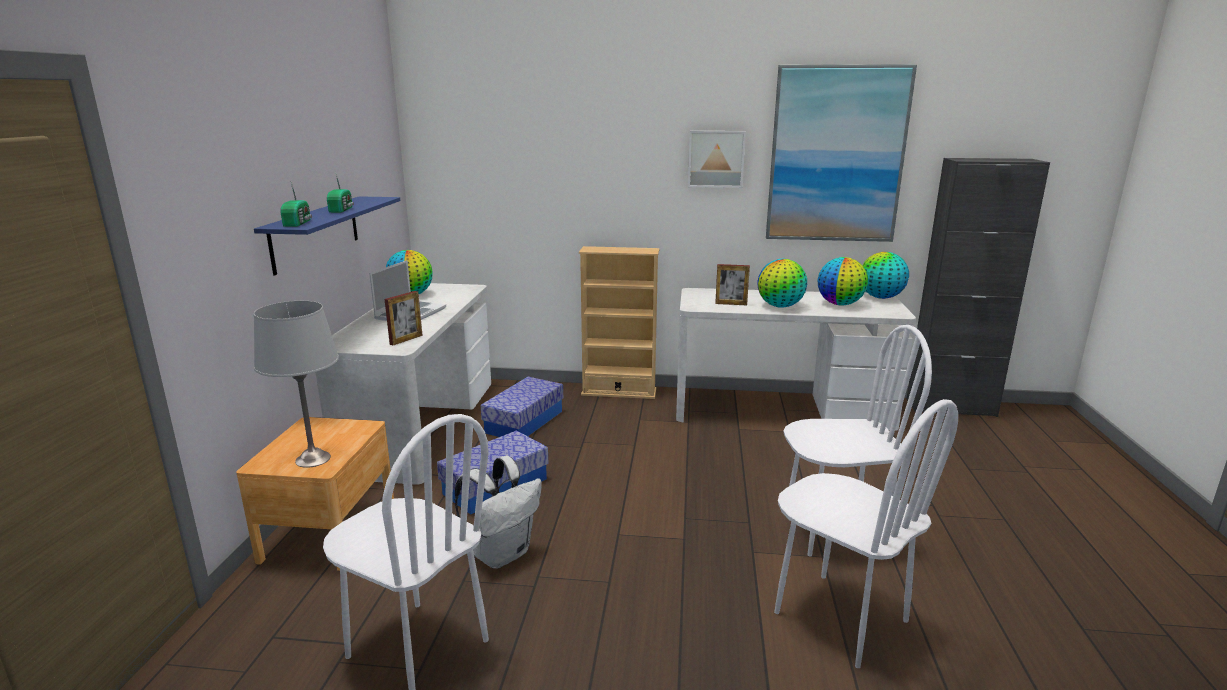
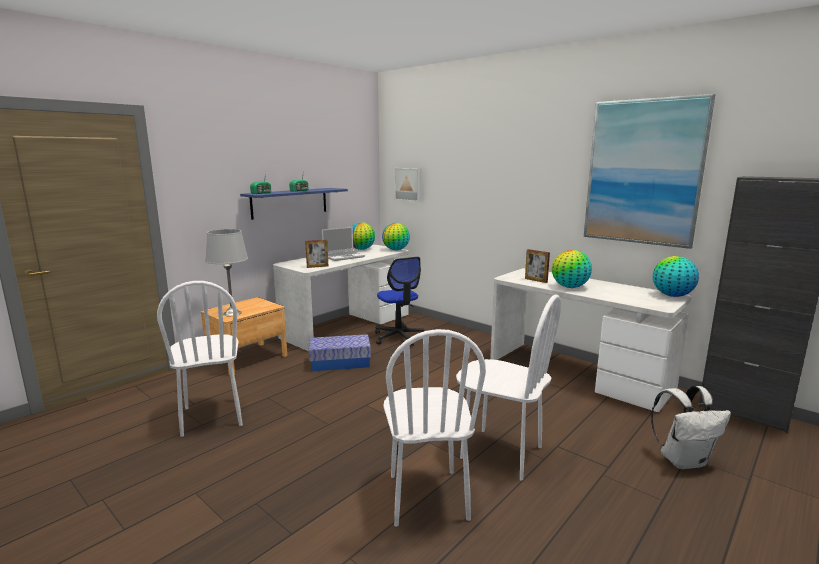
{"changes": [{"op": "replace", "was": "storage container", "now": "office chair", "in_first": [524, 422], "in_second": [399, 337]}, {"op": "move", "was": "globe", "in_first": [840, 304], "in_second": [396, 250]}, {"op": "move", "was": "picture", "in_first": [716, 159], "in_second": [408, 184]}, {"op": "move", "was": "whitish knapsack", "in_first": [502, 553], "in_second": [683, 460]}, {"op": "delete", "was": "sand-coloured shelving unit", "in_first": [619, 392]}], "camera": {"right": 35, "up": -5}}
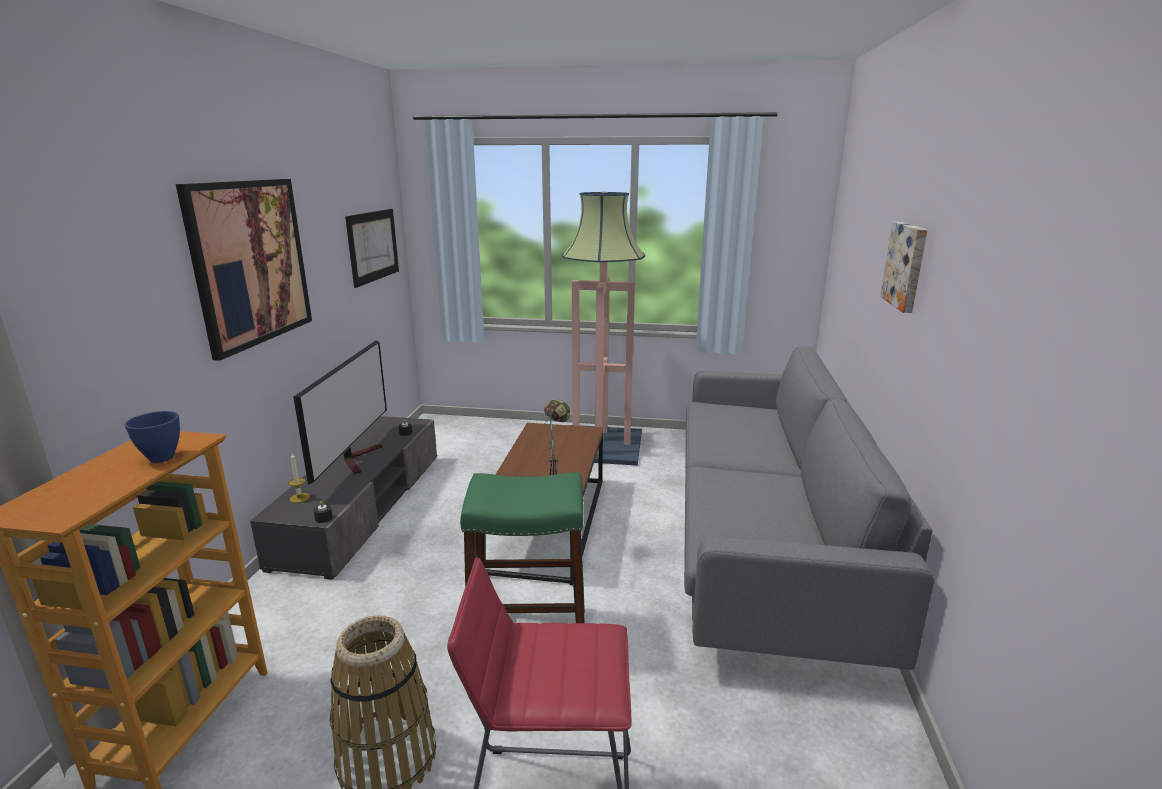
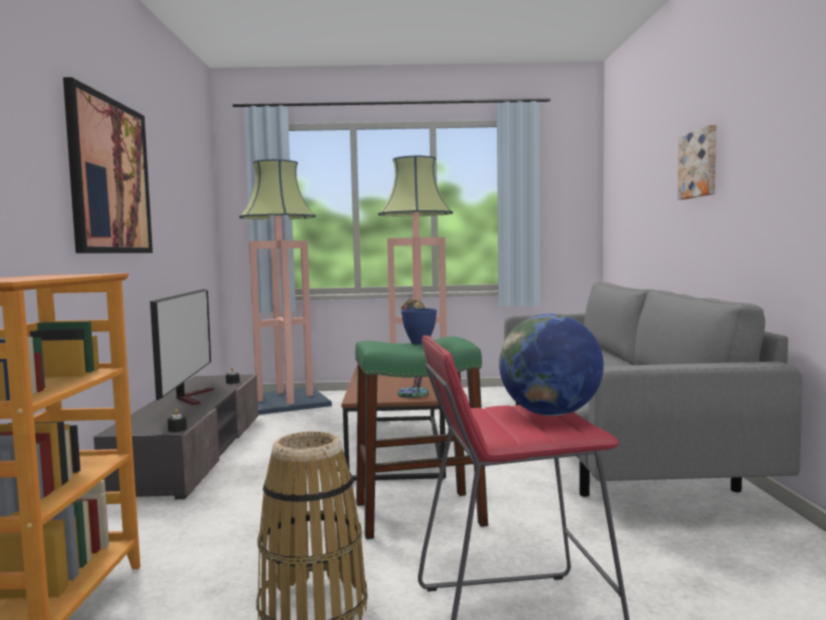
{"changes": [{"op": "insert", "now": "floor lamp", "in_second": [285, 402]}, {"op": "move", "was": "blue-coloured serving bowl", "in_first": [160, 458], "in_second": [419, 343]}, {"op": "insert", "now": "globe", "in_second": [550, 414]}, {"op": "delete", "was": "wax light", "in_first": [299, 498]}, {"op": "delete", "was": "picture", "in_first": [373, 246]}], "camera": {"right": -10, "up": -15}}
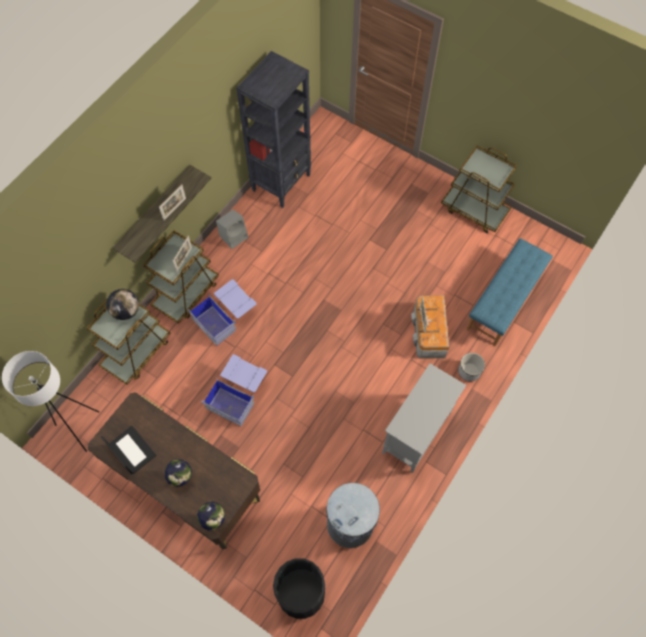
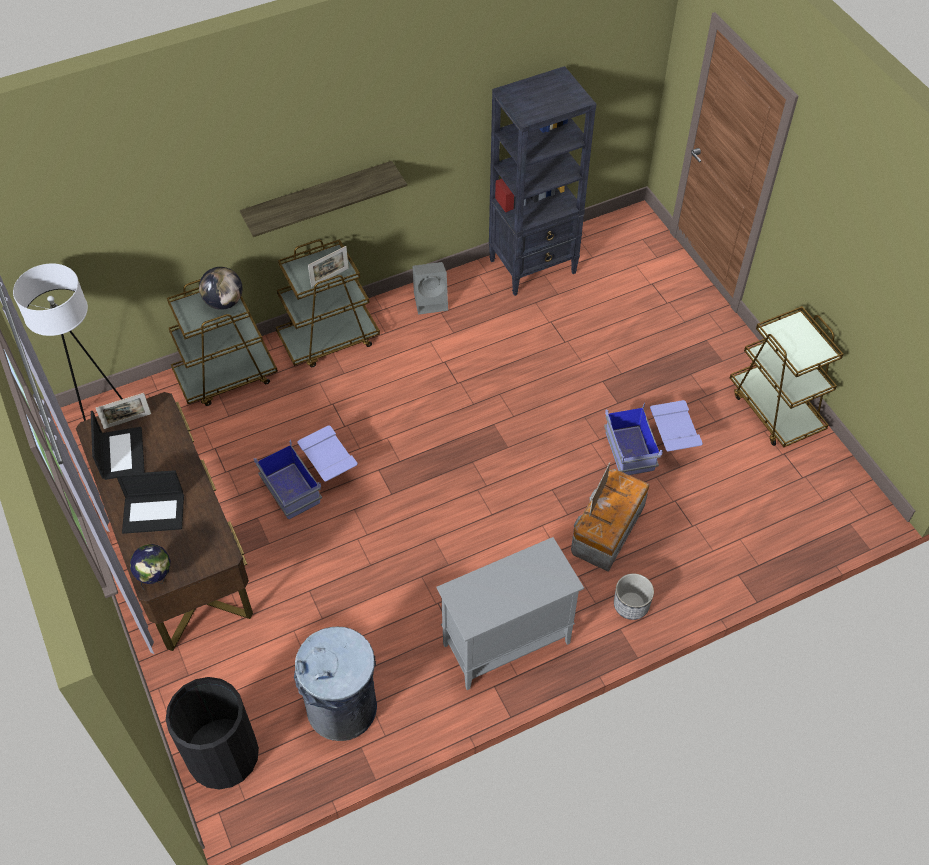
{"changes": [{"op": "move", "was": "photo frame", "in_first": [174, 209], "in_second": [127, 421]}, {"op": "replace", "was": "globe", "now": "portable computer", "in_first": [181, 478], "in_second": [154, 512]}, {"op": "move", "was": "blue-coloured storage container", "in_first": [225, 317], "in_second": [649, 448]}, {"op": "delete", "was": "blue-coloured bench", "in_first": [504, 301]}], "camera": {"right": 30, "up": -10}}
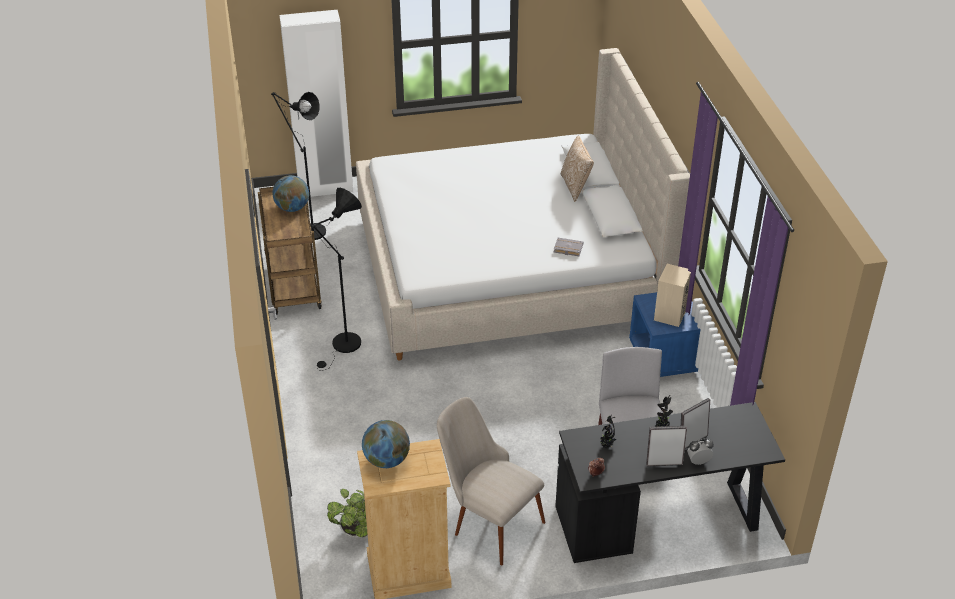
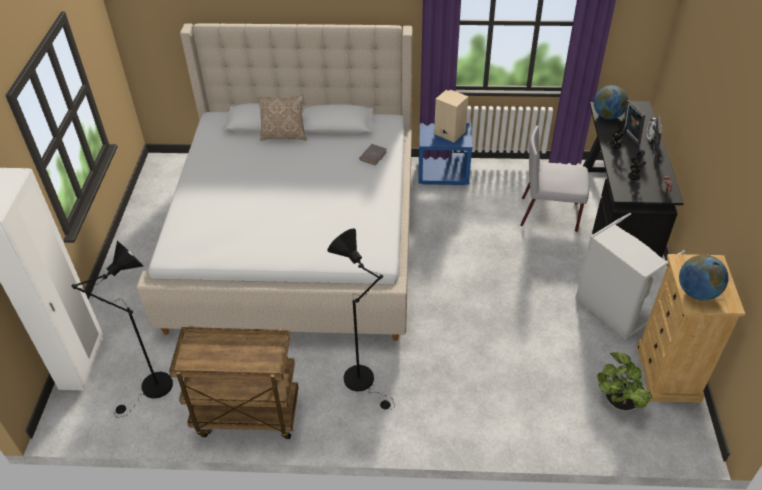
{"changes": [{"op": "replace", "was": "sand-coloured upright chair", "now": "gray hamper", "in_first": [488, 520], "in_second": [612, 310]}, {"op": "move", "was": "globe", "in_first": [292, 208], "in_second": [607, 116]}], "camera": {"right": -75, "up": 5}}
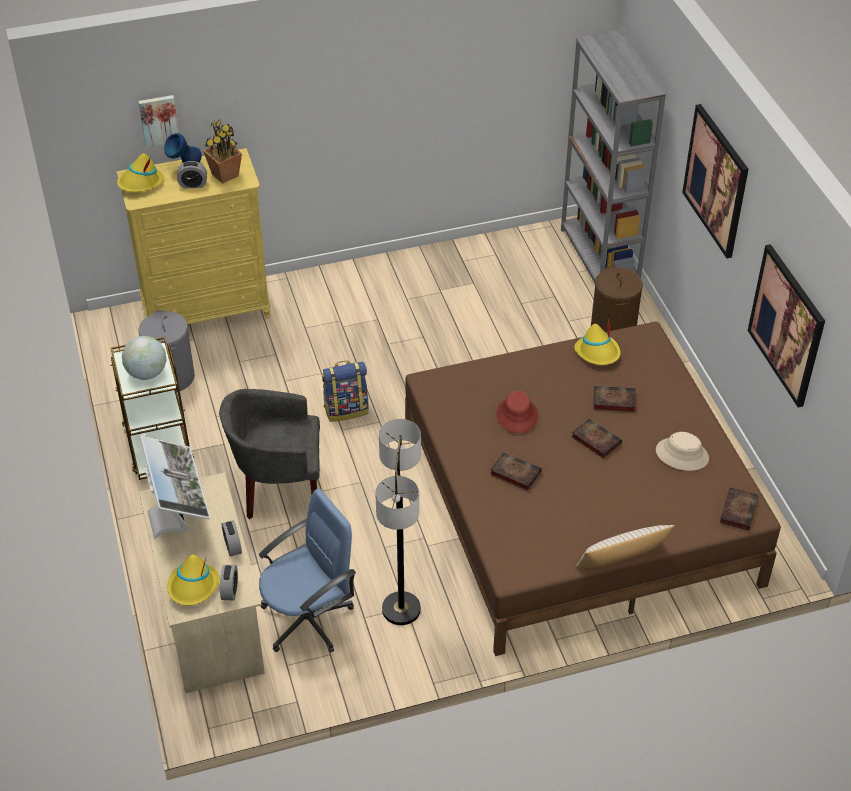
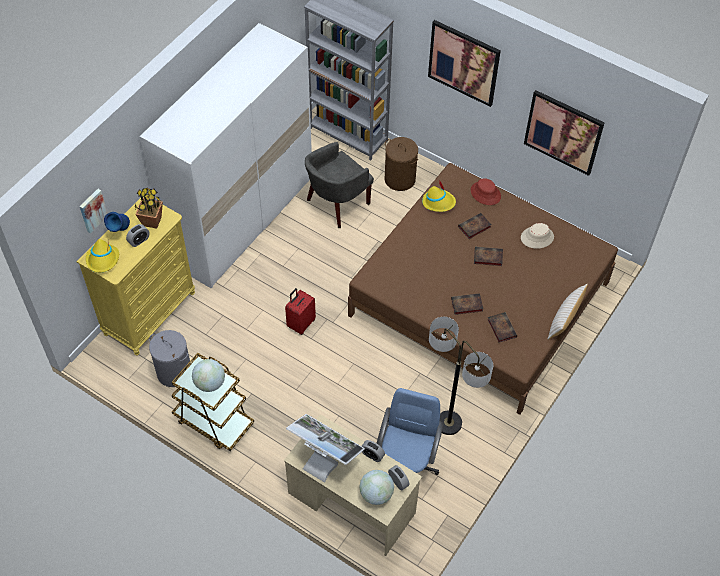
{"changes": [{"op": "insert", "now": "whitish wardrobe", "in_second": [242, 219]}, {"op": "replace", "was": "knapsack", "now": "red-coloured piece of luggage", "in_first": [346, 409], "in_second": [301, 324]}, {"op": "move", "was": "gray armchair", "in_first": [278, 487], "in_second": [337, 204]}, {"op": "replace", "was": "yellow hat", "now": "globe", "in_first": [193, 587], "in_second": [376, 494]}, {"op": "move", "was": "red-coloured hat", "in_first": [517, 415], "in_second": [485, 193]}, {"op": "move", "was": "book", "in_first": [738, 510], "in_second": [501, 328]}], "camera": {"right": -40, "up": 10}}
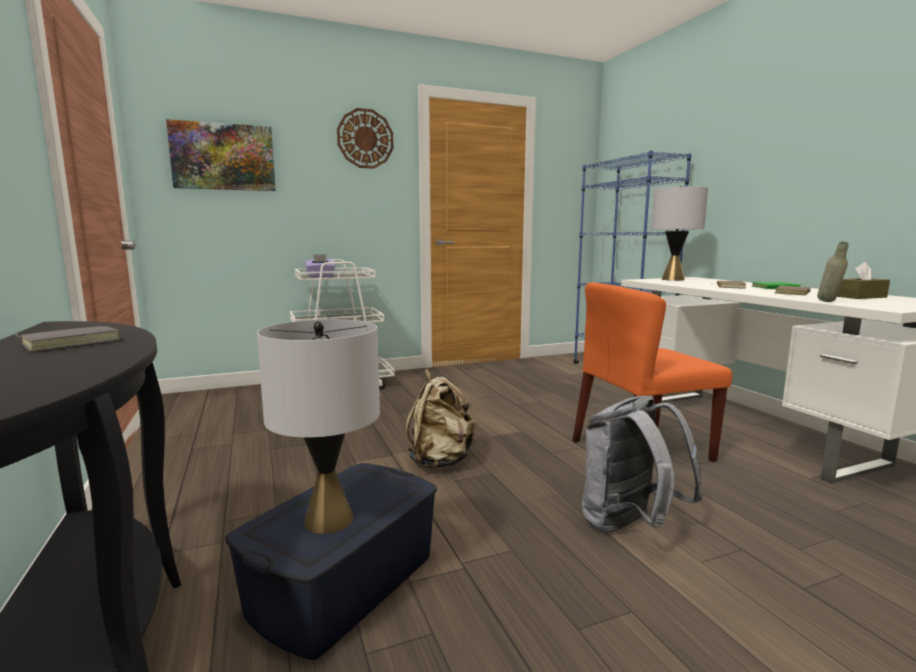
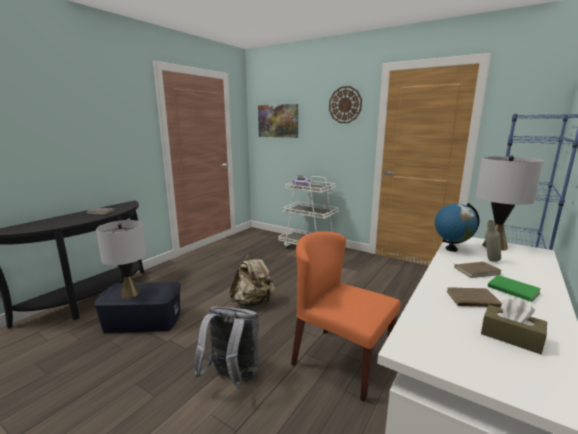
{"changes": [{"op": "insert", "now": "globe", "in_second": [451, 249]}, {"op": "move", "was": "gray bottle", "in_first": [829, 302], "in_second": [489, 261]}], "camera": {"right": 55, "up": 5}}
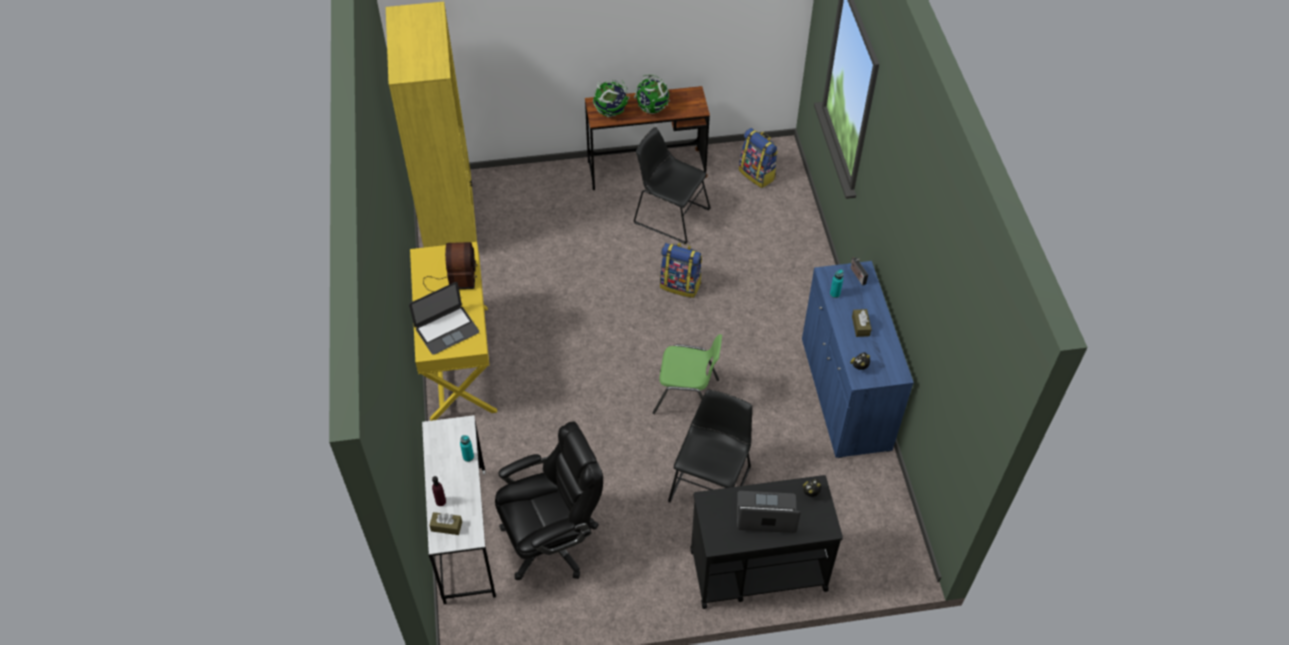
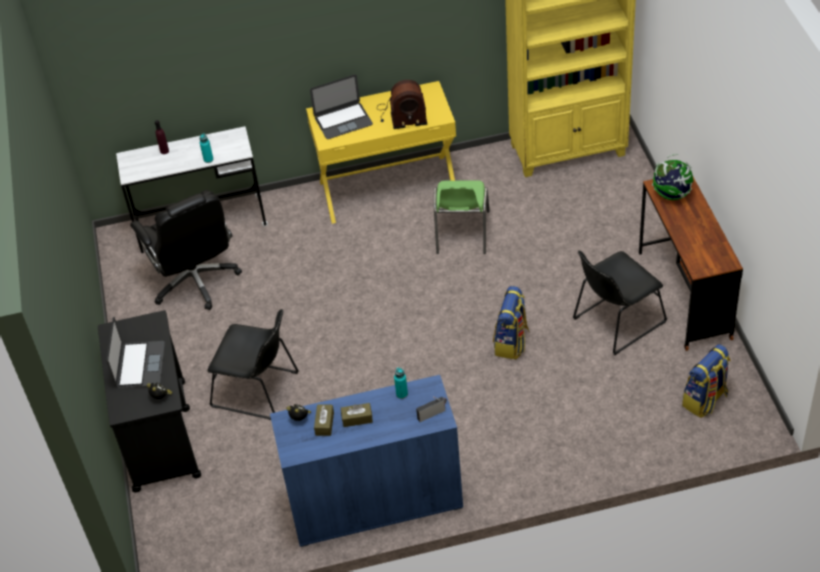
{"changes": [{"op": "rotate", "was": "portable computer", "in_first": [447, 330], "in_second": [343, 121], "clockwise": -75}, {"op": "move", "was": "brown tissue box", "in_first": [446, 526], "in_second": [324, 424]}, {"op": "move", "was": "green upright chair", "in_first": [687, 396], "in_second": [461, 233]}, {"op": "rotate", "was": "black upright chair", "in_first": [669, 215], "in_second": [616, 322], "clockwise": -150}, {"op": "delete", "was": "globe", "in_first": [651, 108]}], "camera": {"right": 90, "up": -5}}
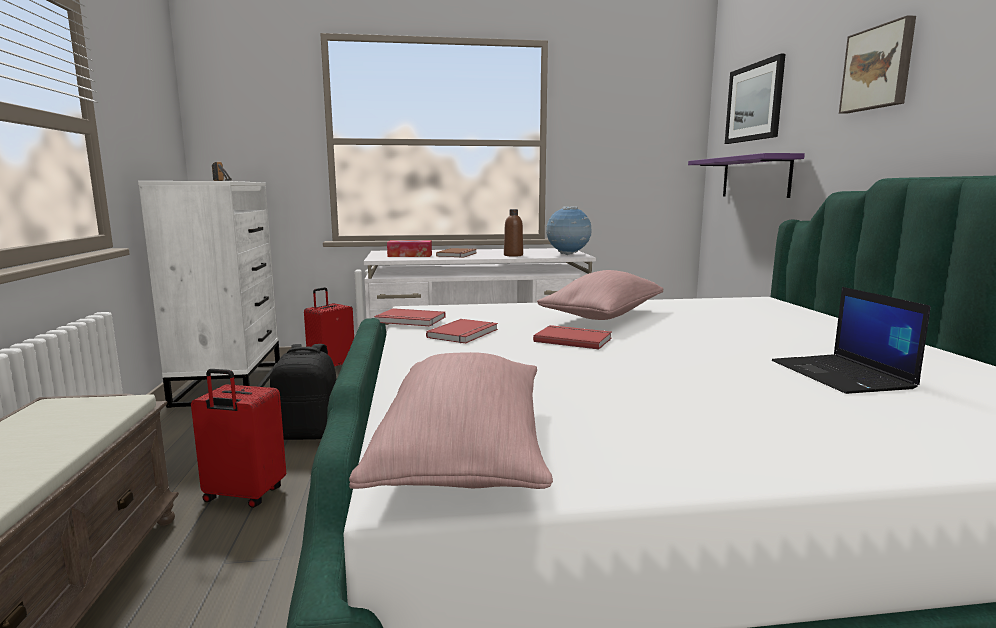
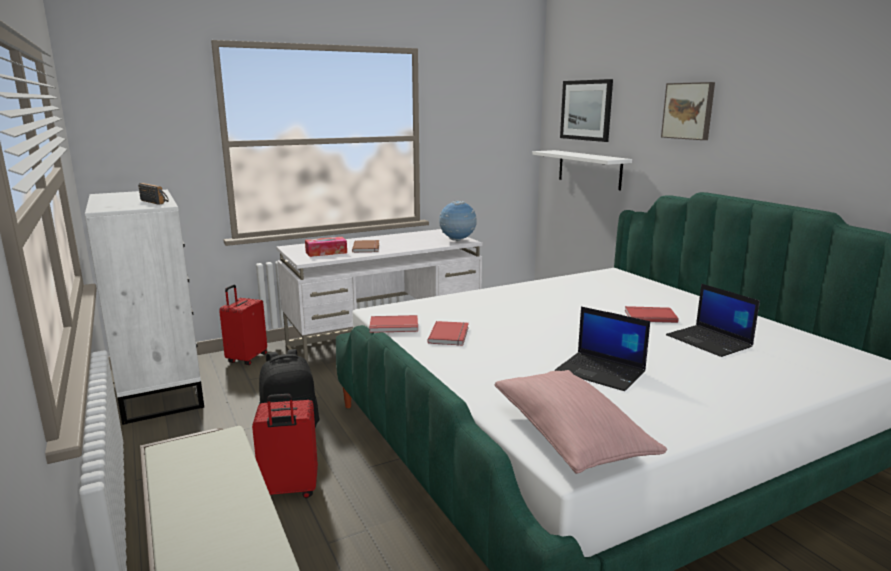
{"changes": [{"op": "recolor", "was": "purplish shelf", "now": "whitish shelf", "in_first": [755, 177], "in_second": [589, 169]}, {"op": "insert", "now": "portable computer", "in_second": [601, 372]}, {"op": "move", "was": "red-coloured book", "in_first": [573, 339], "in_second": [649, 316]}, {"op": "delete", "was": "brown bottle", "in_first": [513, 255]}, {"op": "delete", "was": "pink-coloured cushion", "in_first": [603, 316]}], "camera": {"right": -20, "up": 5}}
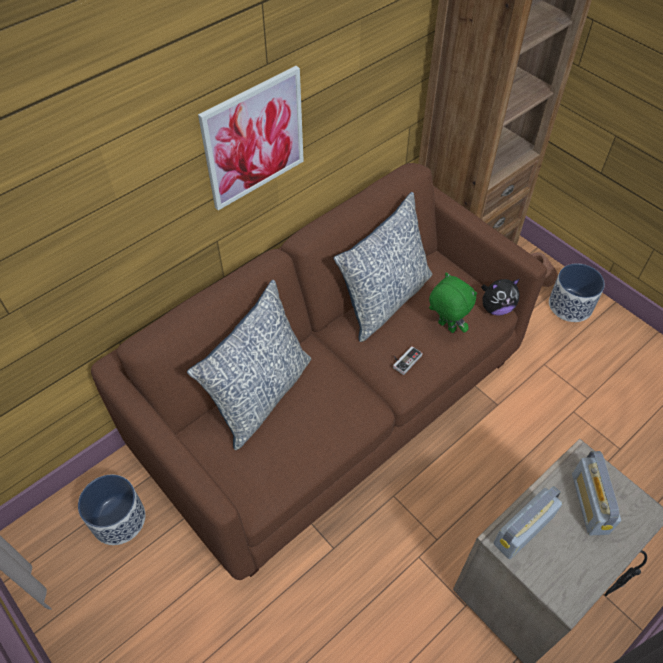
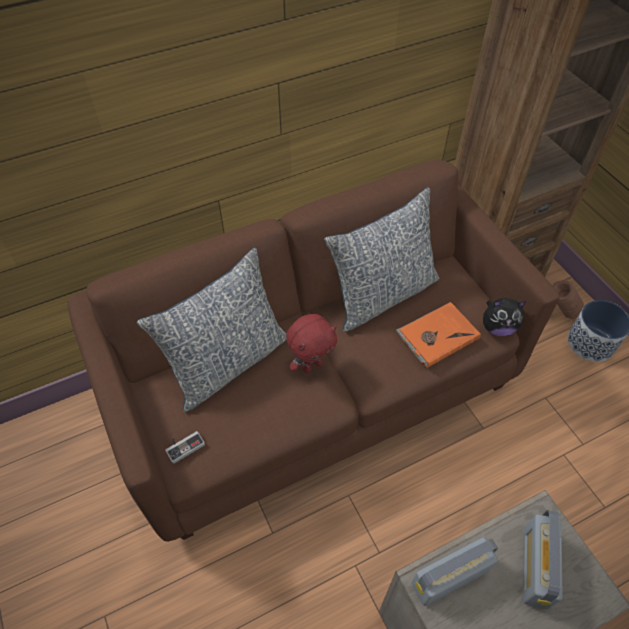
{"changes": [{"op": "move", "was": "gamepad", "in_first": [404, 360], "in_second": [184, 445]}, {"op": "insert", "now": "red-coloured plush toy", "in_second": [312, 365]}, {"op": "replace", "was": "green plush toy", "now": "orange book", "in_first": [445, 327], "in_second": [437, 335]}, {"op": "delete", "was": "plant pot", "in_first": [118, 519]}, {"op": "delete", "was": "picture", "in_first": [254, 138]}], "camera": {"right": 15, "up": 0}}
